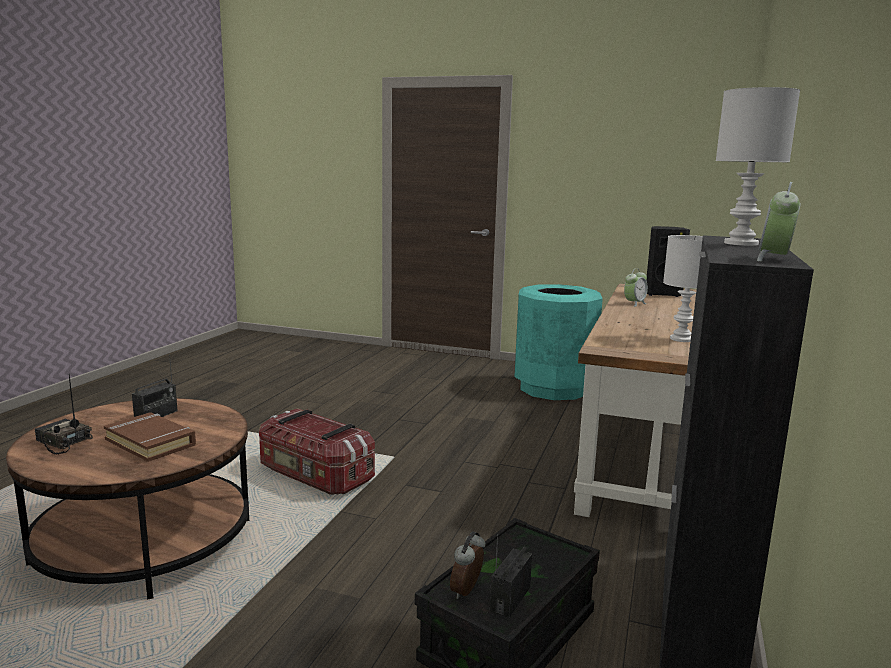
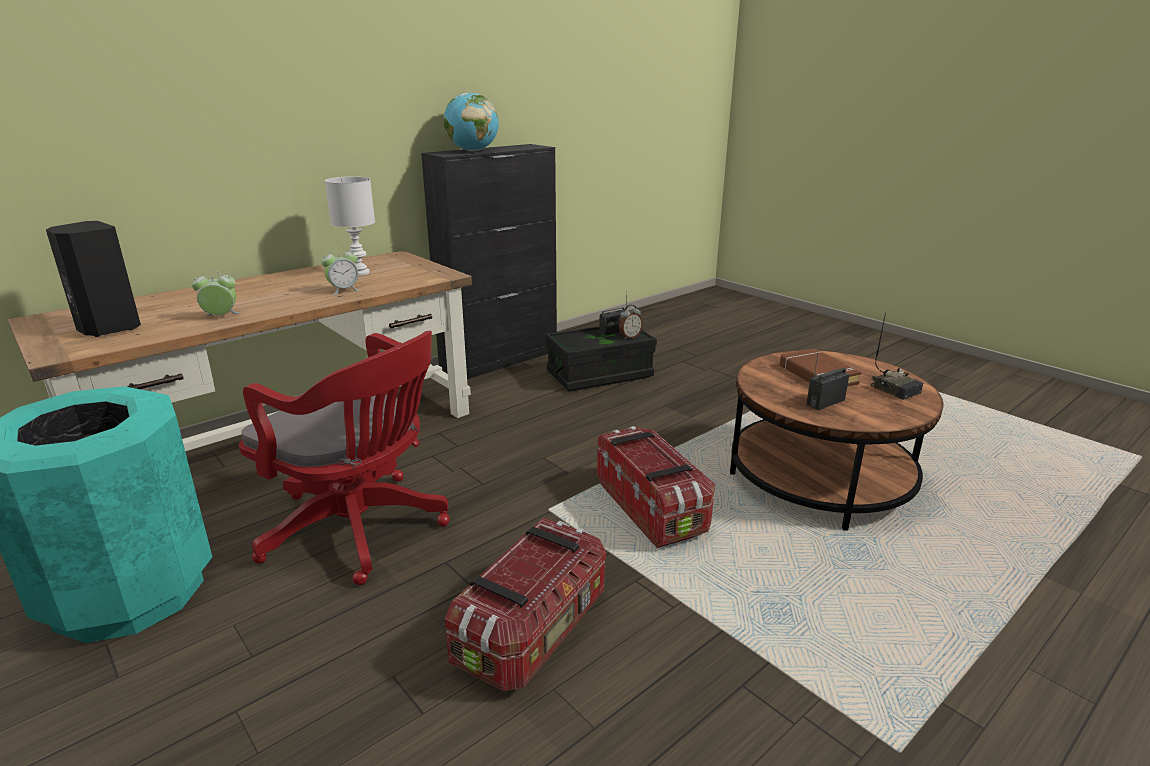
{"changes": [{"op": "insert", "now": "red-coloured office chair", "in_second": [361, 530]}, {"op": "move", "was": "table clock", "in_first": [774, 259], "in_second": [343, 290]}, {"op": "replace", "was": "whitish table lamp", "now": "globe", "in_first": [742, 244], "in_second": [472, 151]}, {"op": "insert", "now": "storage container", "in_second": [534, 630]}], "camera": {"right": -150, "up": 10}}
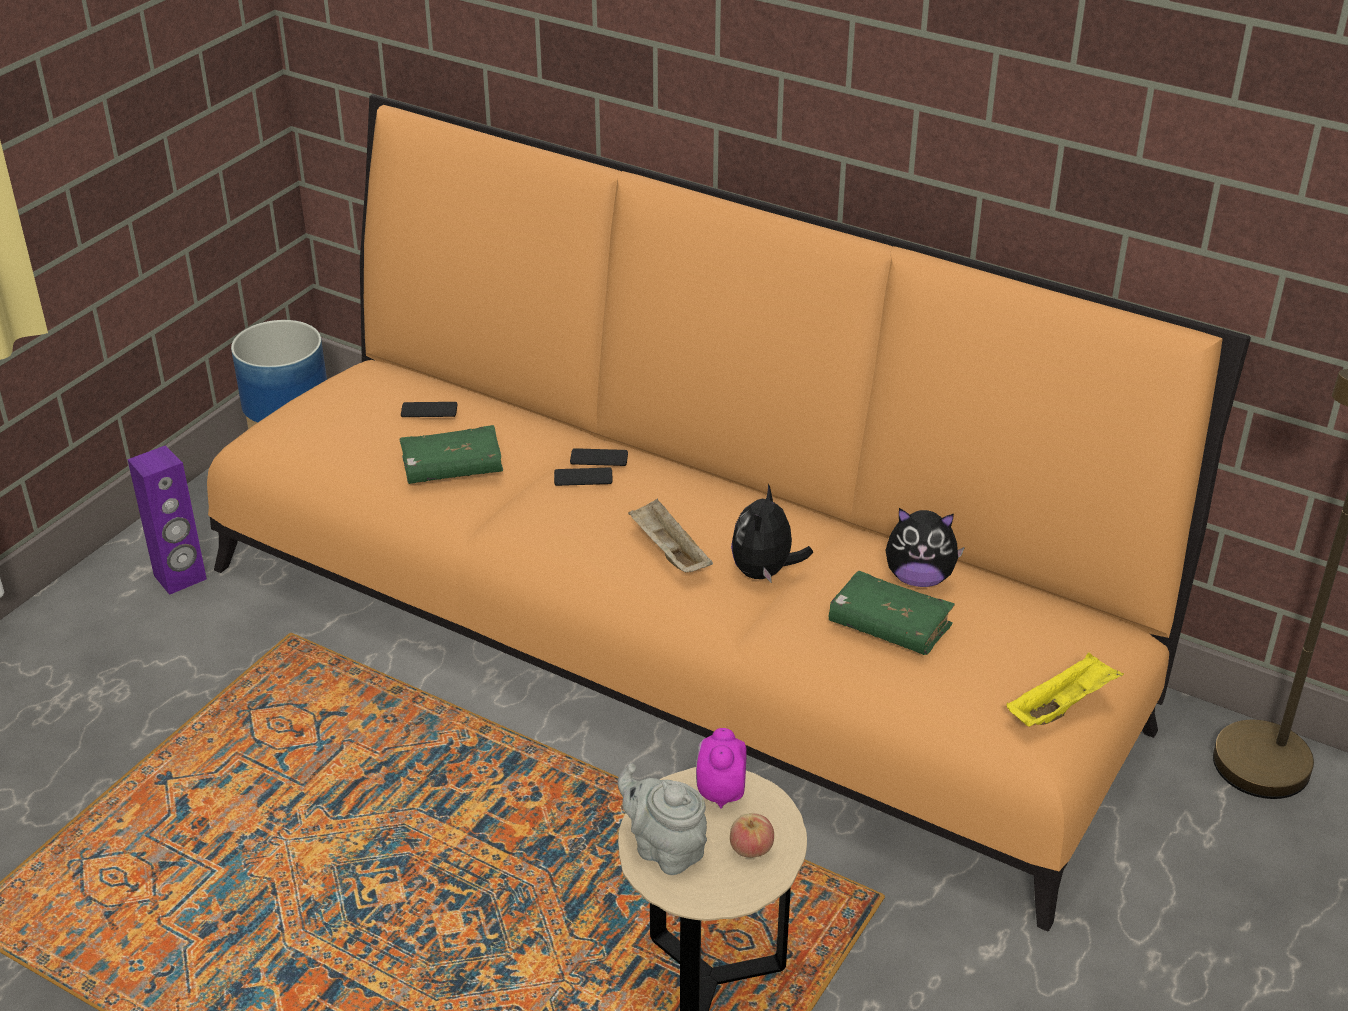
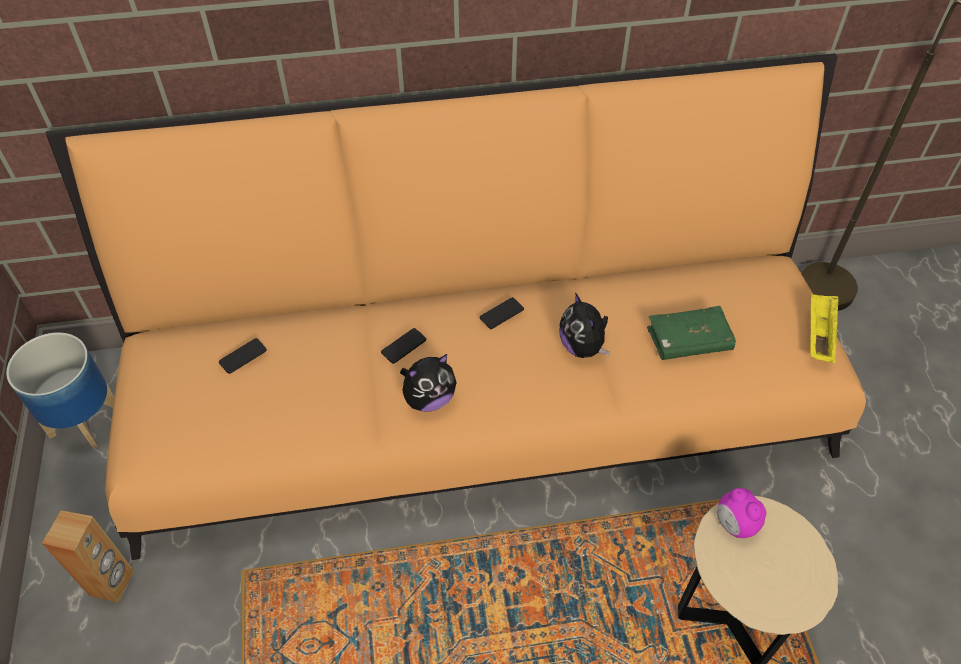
{"changes": [{"op": "recolor", "was": "purplish audio speaker", "now": "brown audio speaker", "in_first": [180, 578], "in_second": [112, 583]}, {"op": "move", "was": "plush toy", "in_first": [919, 578], "in_second": [429, 399]}, {"op": "move", "was": "phone", "in_first": [599, 458], "in_second": [501, 313]}, {"op": "delete", "was": "green book", "in_first": [452, 468]}, {"op": "delete", "was": "gray pot for tea", "in_first": [665, 849]}, {"op": "delete", "was": "sand-coloured carrying tray", "in_first": [668, 552]}, {"op": "delete", "was": "whole apple", "in_first": [751, 849]}], "camera": {"right": -40, "up": 15}}
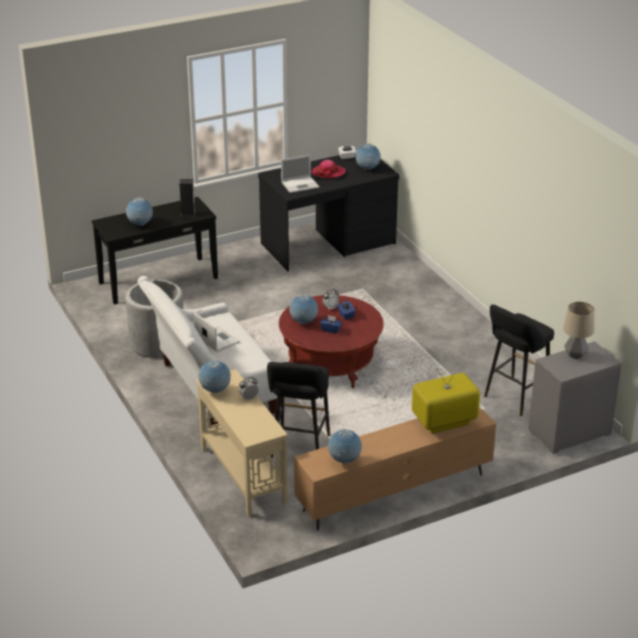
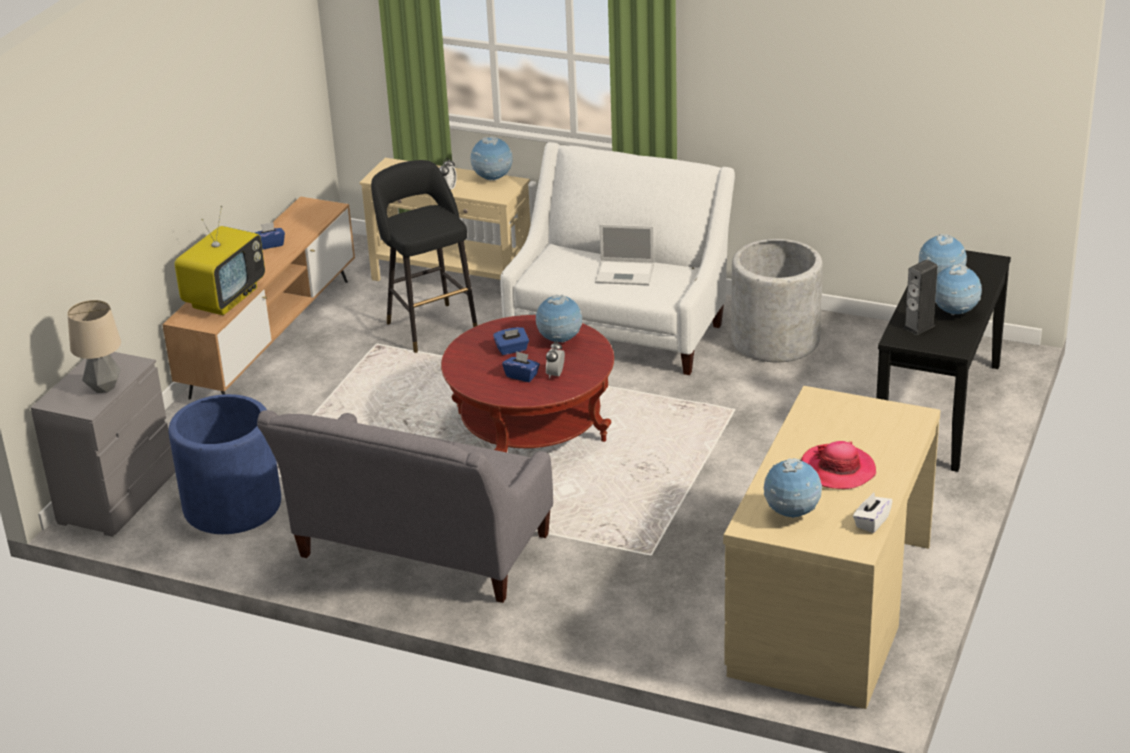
{"changes": [{"op": "replace", "was": "black stool", "now": "blue-coloured plant pot", "in_first": [514, 398], "in_second": [233, 506]}, {"op": "insert", "now": "blue-coloured tissue box", "in_second": [270, 244]}, {"op": "insert", "now": "gray settee", "in_second": [418, 553]}, {"op": "recolor", "was": "black desk table", "now": "sand-coloured desk table", "in_first": [329, 244], "in_second": [829, 609]}, {"op": "move", "was": "globe", "in_first": [344, 461], "in_second": [955, 313]}, {"op": "delete", "was": "portable computer", "in_first": [300, 184]}], "camera": {"right": 140, "up": 0}}
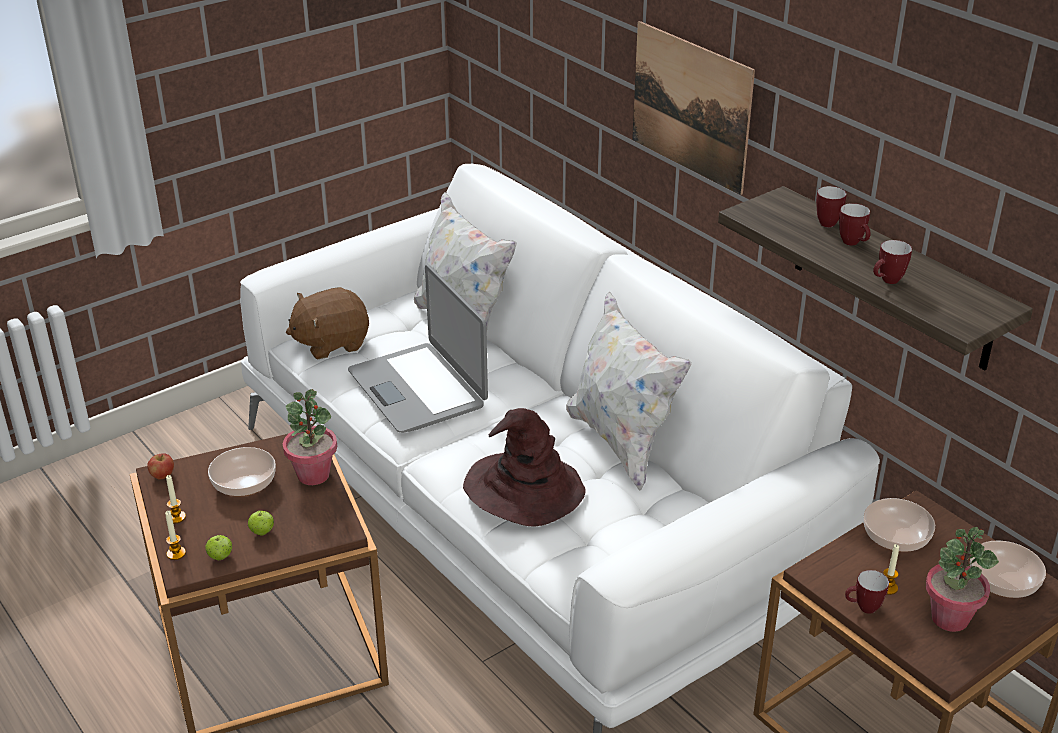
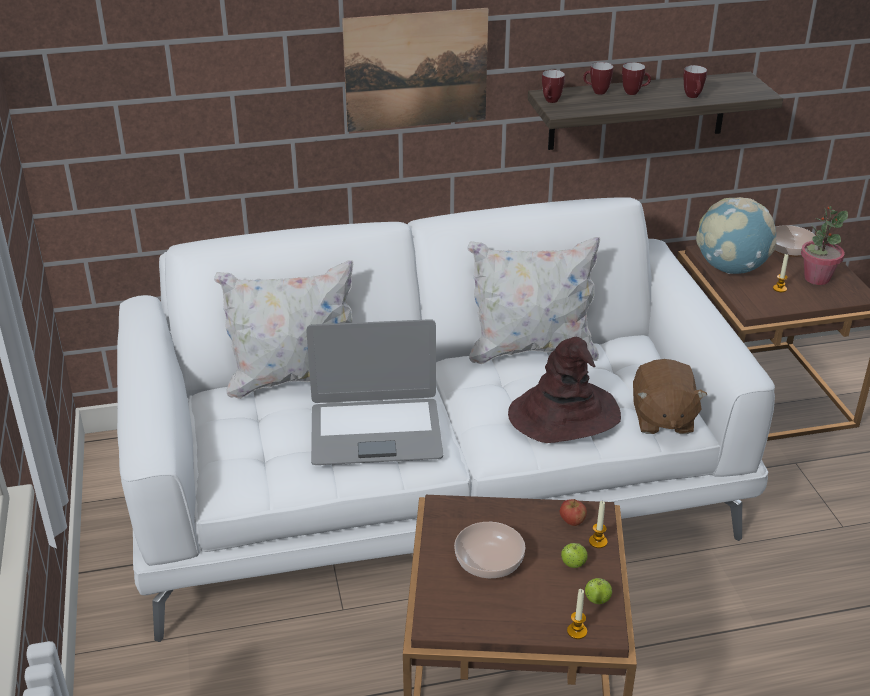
{"changes": [{"op": "move", "was": "coffee mug", "in_first": [863, 608], "in_second": [551, 102]}, {"op": "move", "was": "whole apple", "in_first": [162, 475], "in_second": [572, 521]}, {"op": "move", "was": "wax light", "in_first": [176, 517], "in_second": [598, 542]}, {"op": "move", "was": "brown plush toy", "in_first": [331, 343], "in_second": [662, 419]}, {"op": "replace", "was": "serving bowl", "now": "globe", "in_first": [897, 537], "in_second": [731, 268]}, {"op": "delete", "was": "potted plant", "in_first": [313, 475]}], "camera": {"right": -65, "up": 0}}
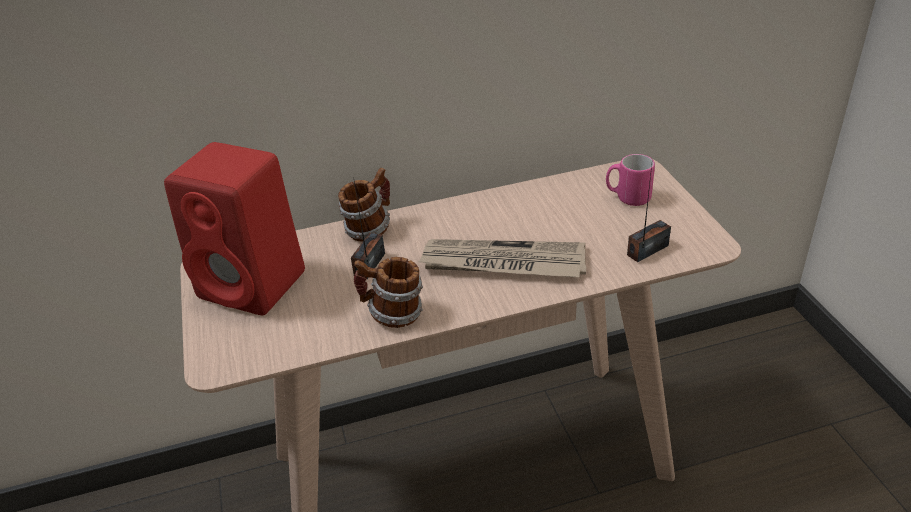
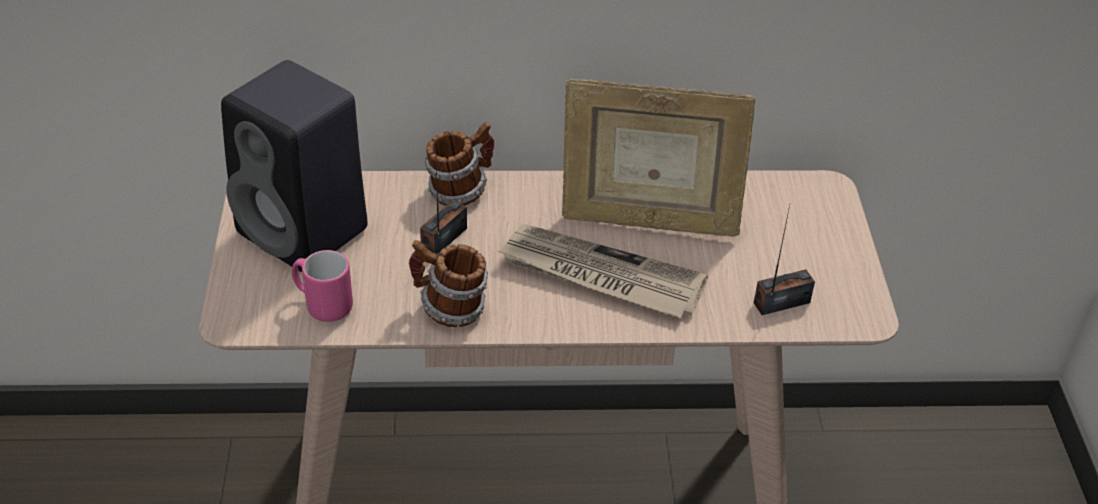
{"changes": [{"op": "recolor", "was": "red-coloured audio speaker", "now": "black audio speaker", "in_first": [256, 285], "in_second": [306, 232]}, {"op": "move", "was": "pink-coloured coffee mug", "in_first": [627, 198], "in_second": [322, 304]}, {"op": "insert", "now": "photo frame", "in_second": [648, 222]}], "camera": {"right": 10, "up": 5}}
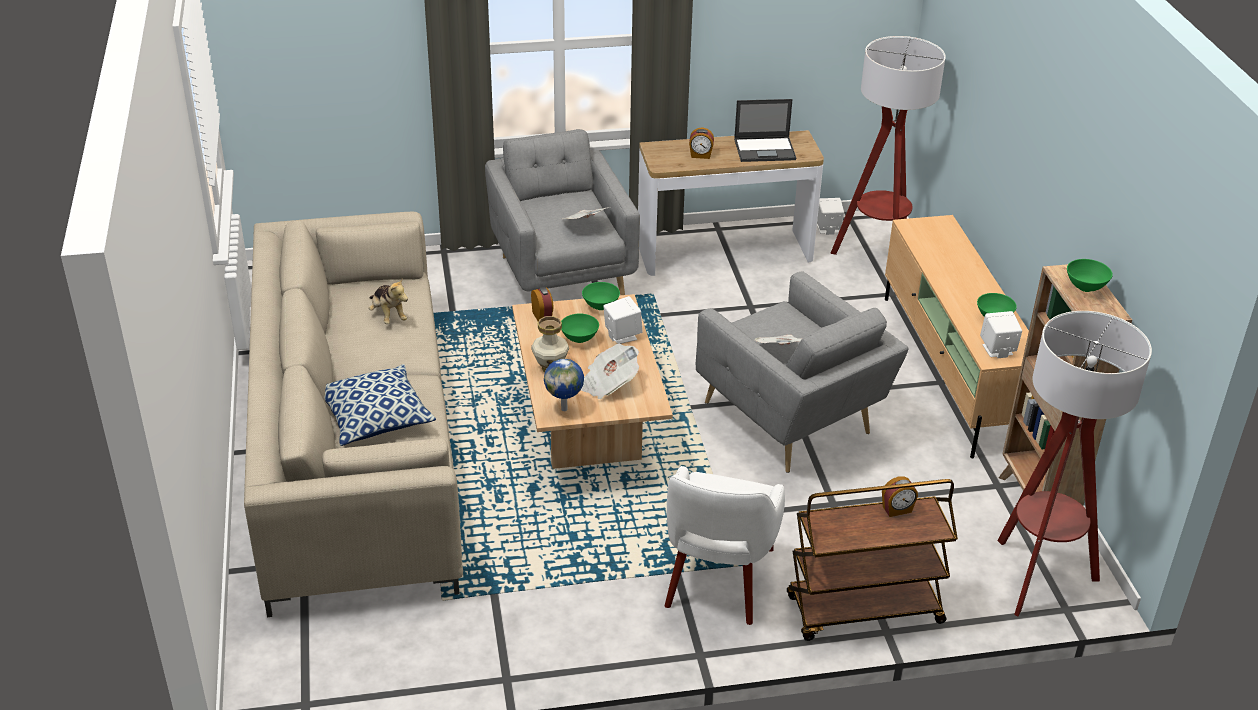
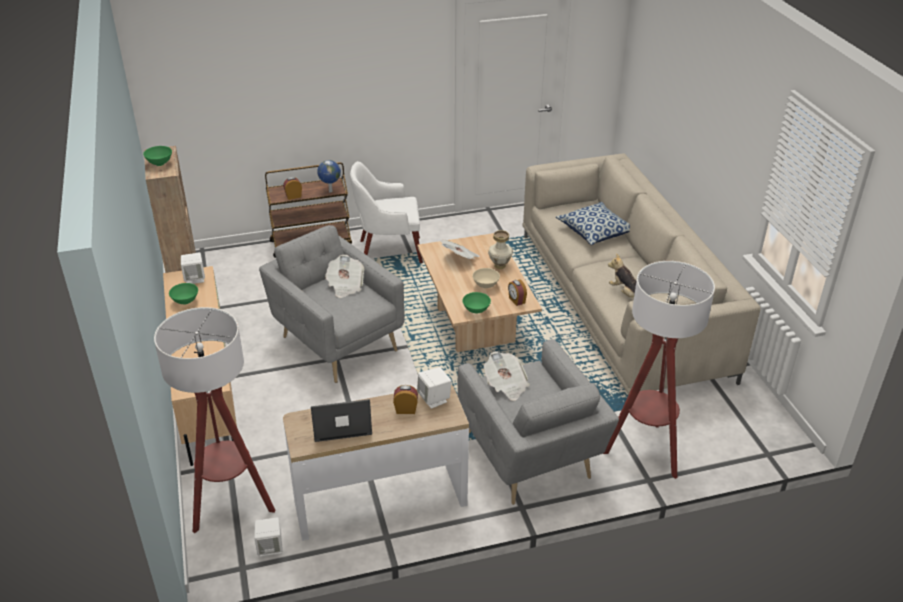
{"changes": [{"op": "move", "was": "globe", "in_first": [565, 408], "in_second": [330, 191]}, {"op": "rotate", "was": "whitish armchair", "in_first": [718, 580], "in_second": [388, 251], "clockwise": -105}, {"op": "move", "was": "whitish audio speaker", "in_first": [622, 335], "in_second": [434, 399]}, {"op": "recolor", "was": "green serving bowl", "now": "sand-coloured serving bowl", "in_first": [580, 339], "in_second": [485, 286]}, {"op": "move", "was": "floor lamp", "in_first": [1038, 578], "in_second": [645, 451]}], "camera": {"right": 175, "up": 0}}
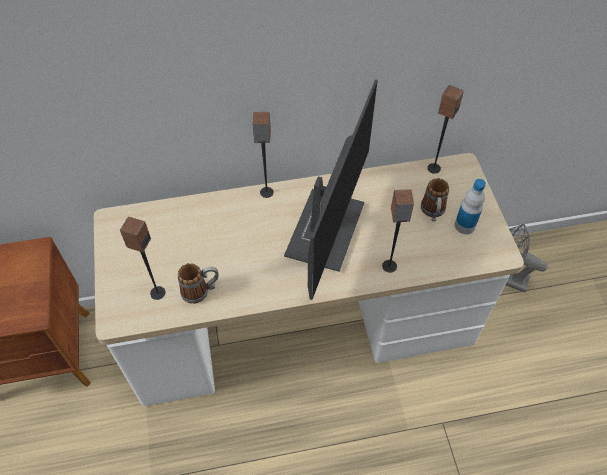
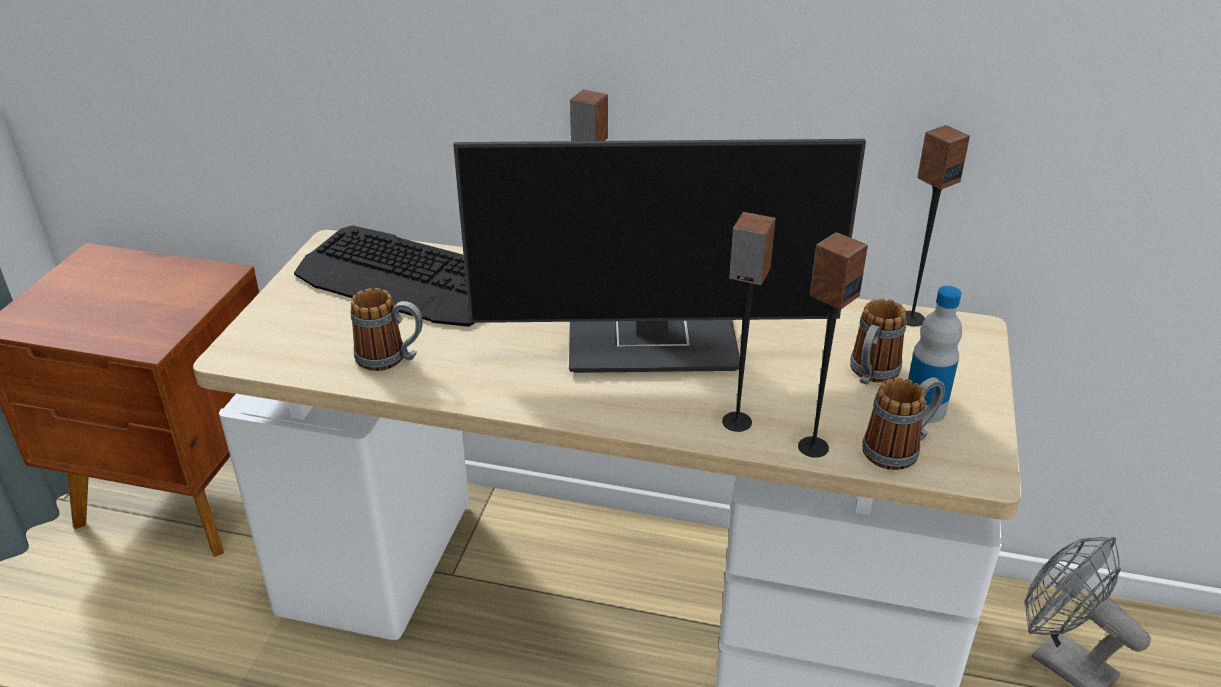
{"changes": [{"op": "insert", "now": "computer keyboard", "in_second": [406, 279]}, {"op": "rotate", "was": "computer display", "in_first": [325, 228], "in_second": [656, 342], "clockwise": 45}, {"op": "move", "was": "audio speaker", "in_first": [157, 293], "in_second": [812, 447]}, {"op": "insert", "now": "coffee mug", "in_second": [900, 449]}], "camera": {"right": 25, "up": -20}}
